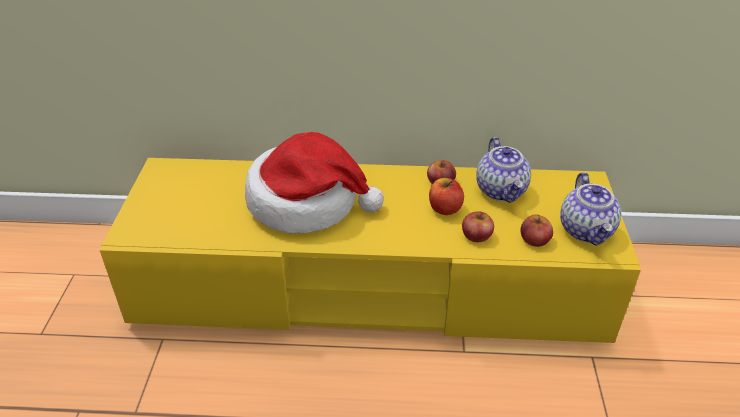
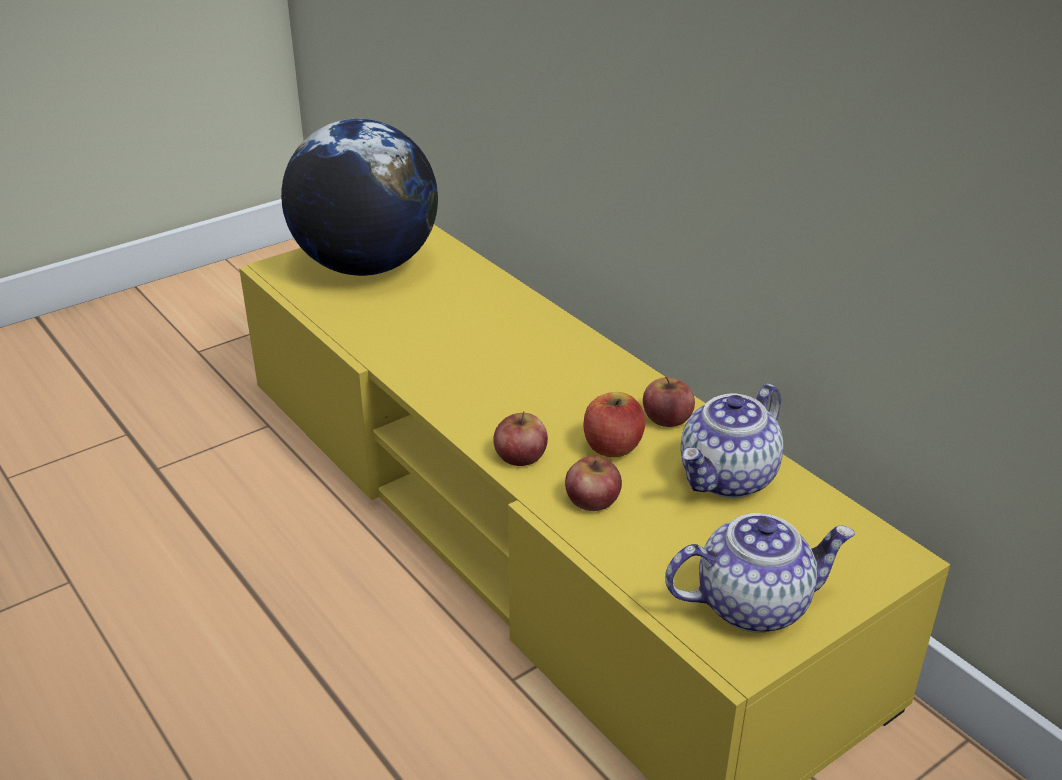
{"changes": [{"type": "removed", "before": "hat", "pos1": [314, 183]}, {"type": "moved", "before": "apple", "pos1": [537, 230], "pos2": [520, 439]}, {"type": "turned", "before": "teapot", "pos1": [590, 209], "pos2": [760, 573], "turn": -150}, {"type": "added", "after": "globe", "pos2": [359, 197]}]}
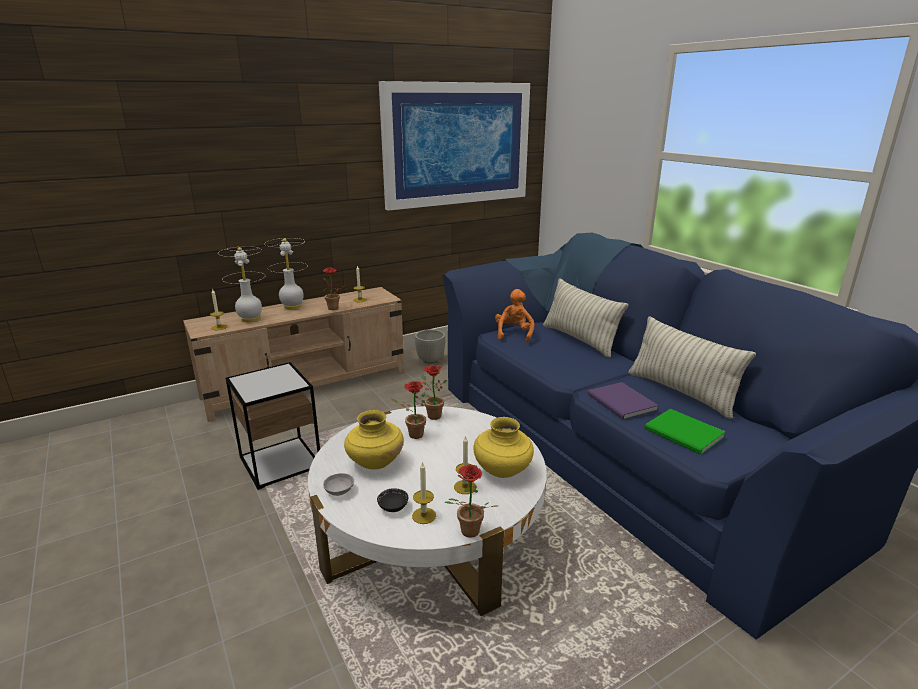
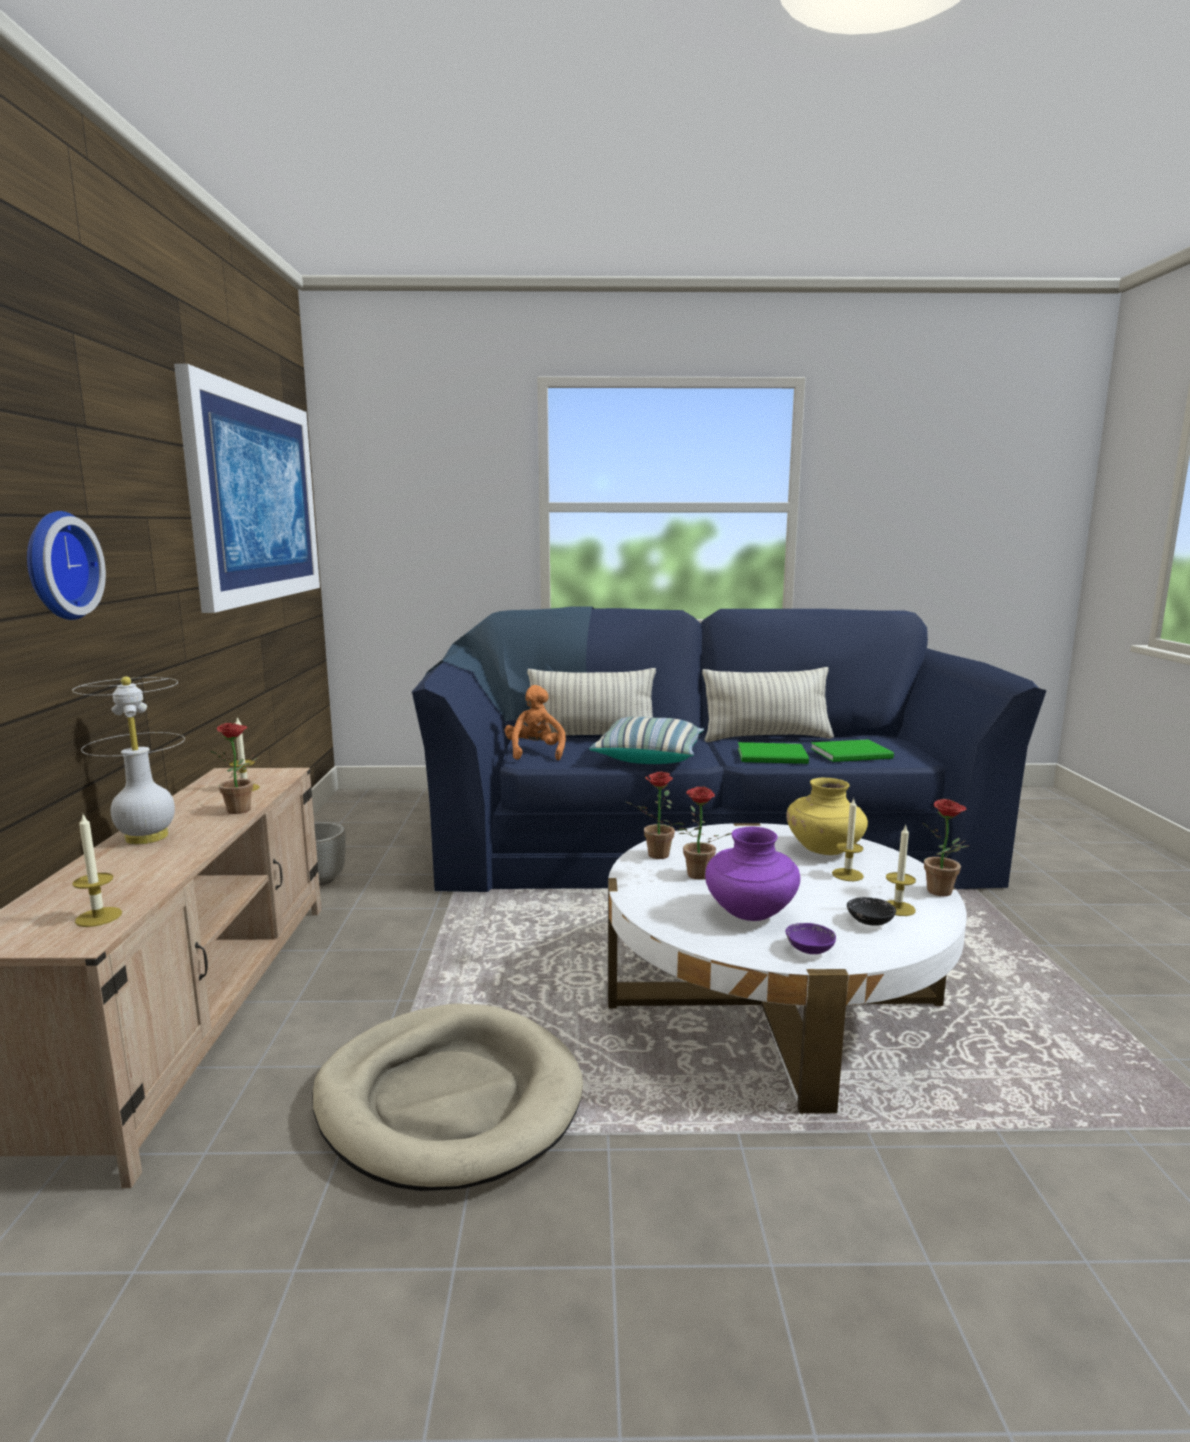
{"changes": [{"type": "removed", "before": "table lamp in white", "pos1": [241, 284]}, {"type": "replaced", "before": "side table", "after": "dog bed in beige", "pos1": [273, 426], "pos2": [447, 1097]}, {"type": "recoloured", "before": "bowl in grey", "after": "bowl in purple", "pos1": [338, 484], "pos2": [811, 938]}, {"type": "recoloured", "before": "vase in yellow", "after": "vase in purple", "pos1": [374, 440], "pos2": [752, 874]}, {"type": "turned", "before": "plush toy in orange", "pos1": [514, 316], "pos2": [535, 722], "turn": 45}, {"type": "recoloured", "before": "book in purple", "after": "book in green", "pos1": [623, 401], "pos2": [773, 753]}, {"type": "added", "after": "wall clock", "pos2": [66, 565]}, {"type": "added", "after": "pillow", "pos2": [646, 740]}]}
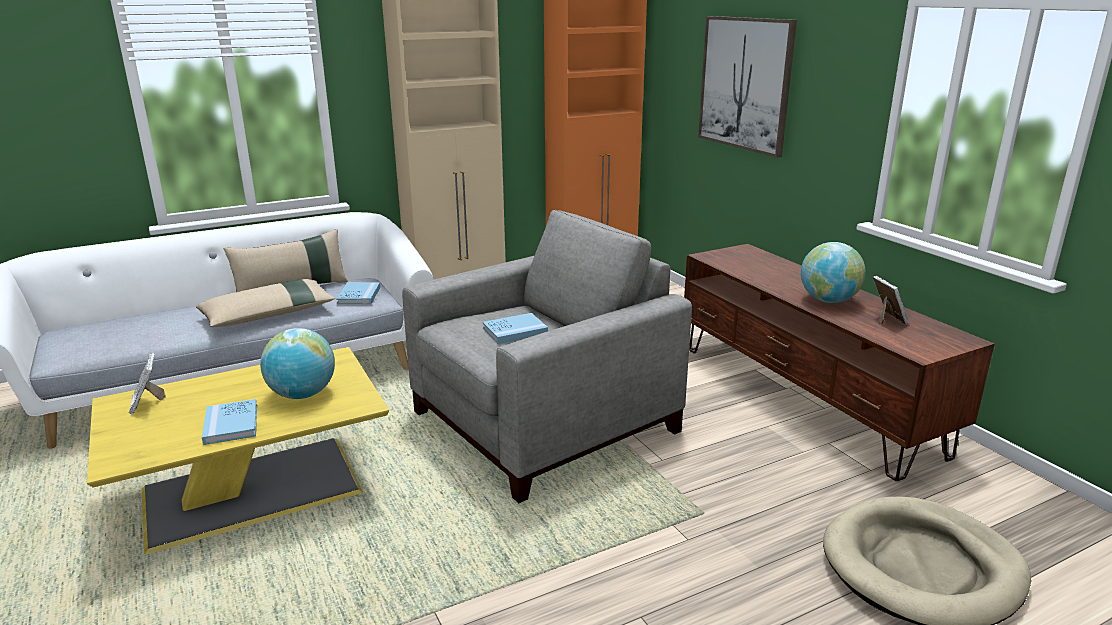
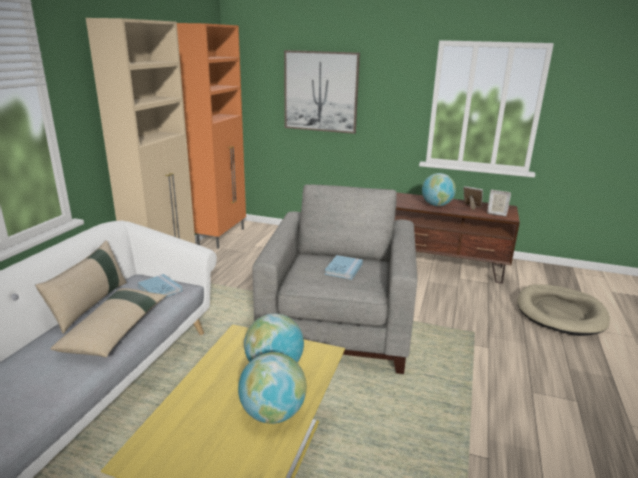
{"changes": [{"type": "moved", "before": "picture frame", "pos1": [147, 384], "pos2": [499, 203]}, {"type": "replaced", "before": "book in blue", "after": "globe", "pos1": [229, 422], "pos2": [272, 388]}]}
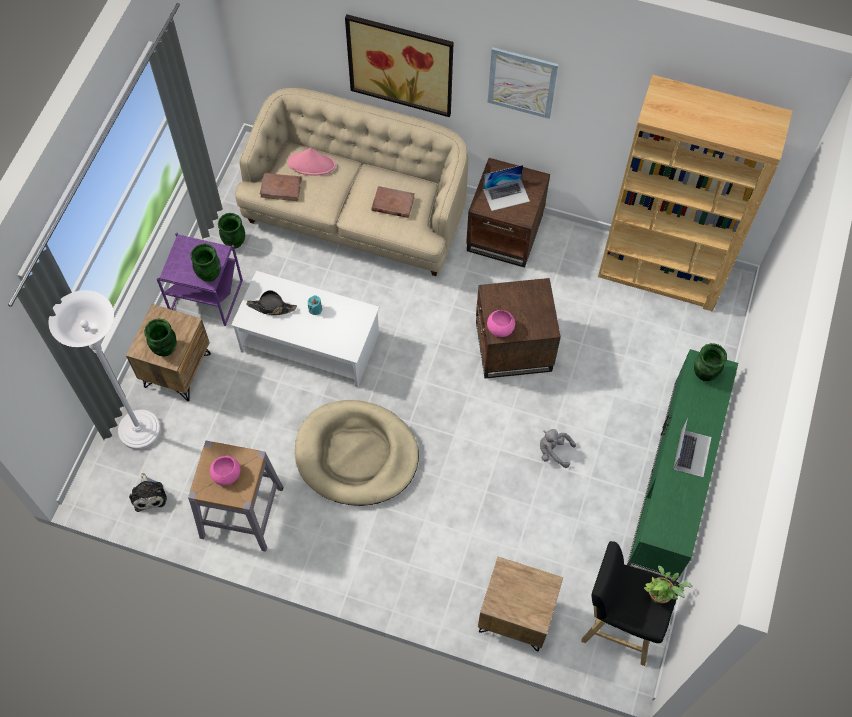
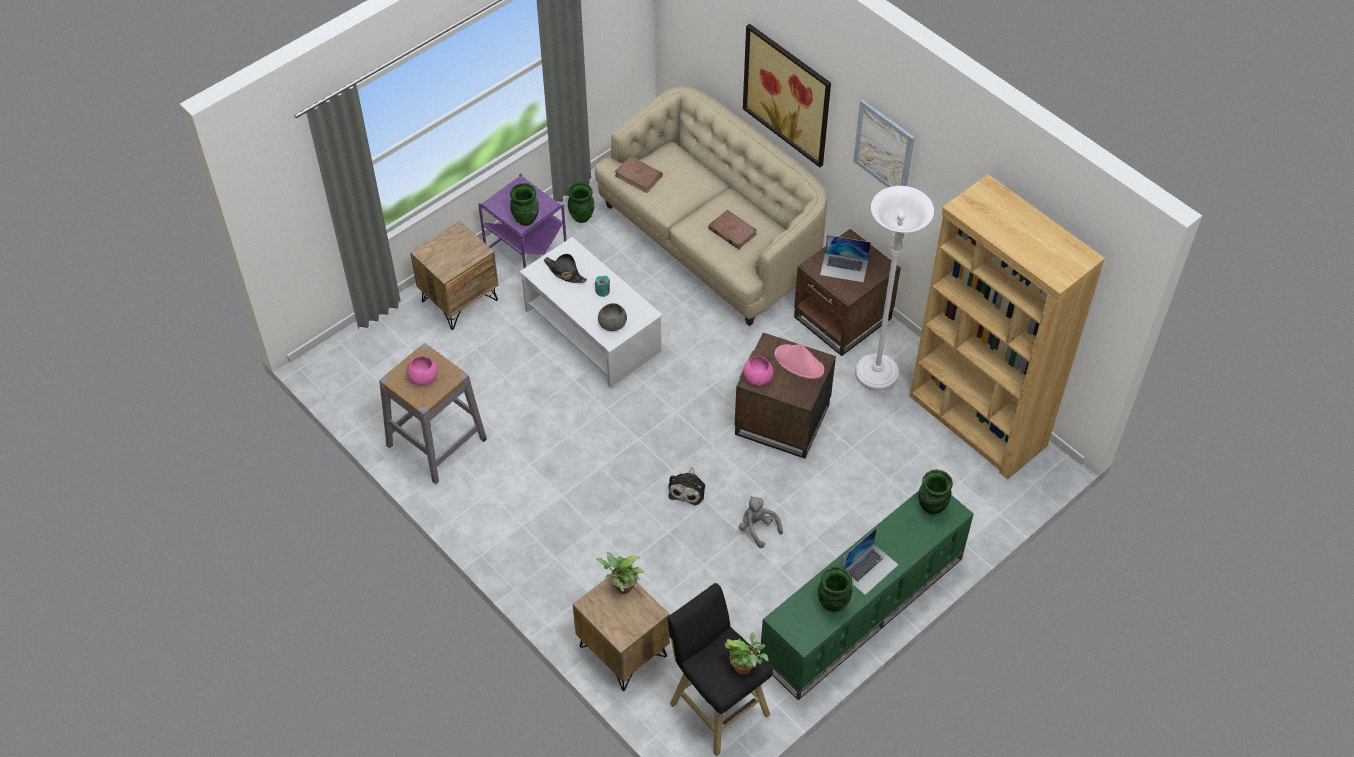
{"changes": [{"type": "moved", "before": "floor lamp in white", "pos1": [105, 369], "pos2": [894, 288]}, {"type": "moved", "before": "plush toy", "pos1": [148, 492], "pos2": [686, 486]}, {"type": "moved", "before": "vase in green", "pos1": [160, 337], "pos2": [835, 589]}, {"type": "moved", "before": "hat in pink", "pos1": [311, 161], "pos2": [799, 361]}, {"type": "removed", "before": "dog bed in beige", "pos1": [357, 453]}, {"type": "added", "after": "potted plant", "pos2": [620, 573]}, {"type": "added", "after": "bowl in grey", "pos2": [612, 317]}]}
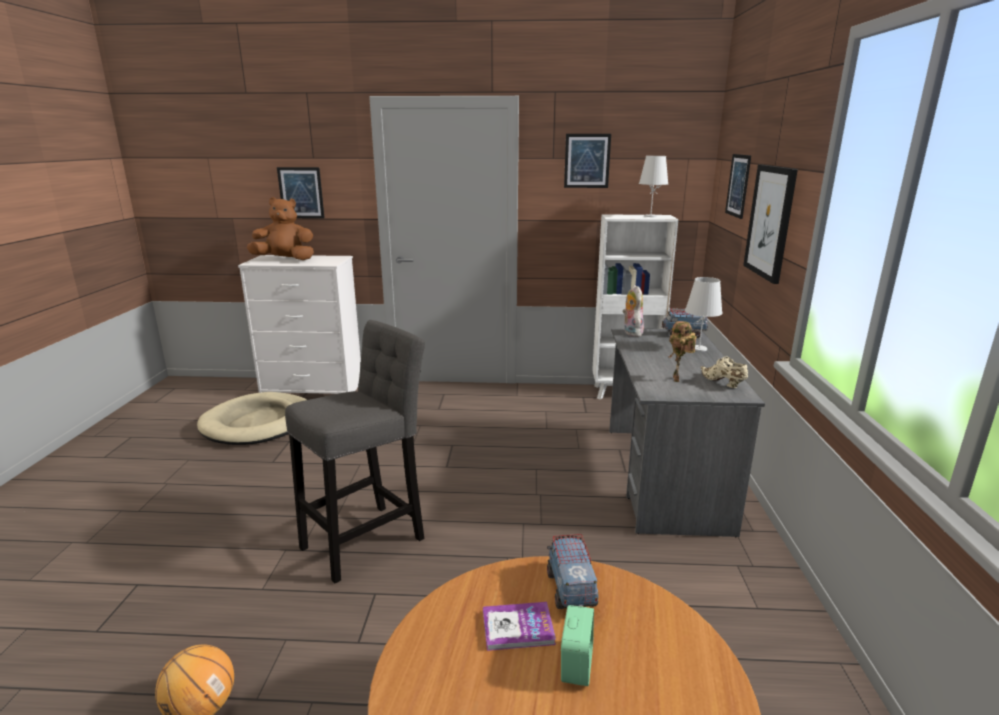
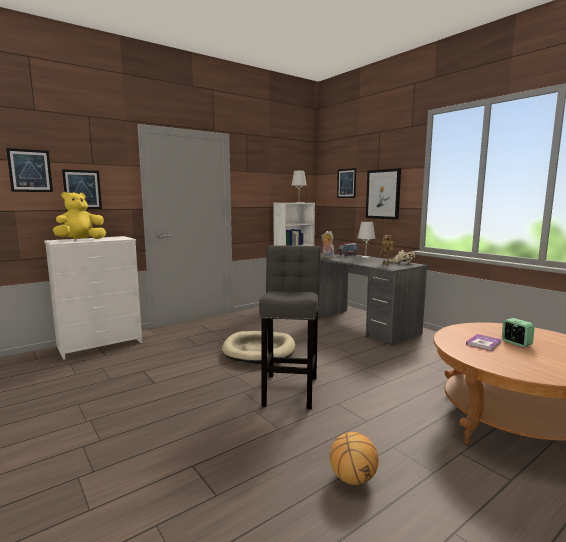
{"changes": [{"type": "moved", "before": "dog bed in beige", "pos1": [252, 418], "pos2": [258, 347]}, {"type": "recoloured", "before": "plush toy in brown", "after": "plush toy in yellow", "pos1": [280, 228], "pos2": [79, 215]}, {"type": "removed", "before": "toy truck", "pos1": [573, 571]}, {"type": "moved", "before": "picture", "pos1": [587, 161], "pos2": [29, 170]}]}
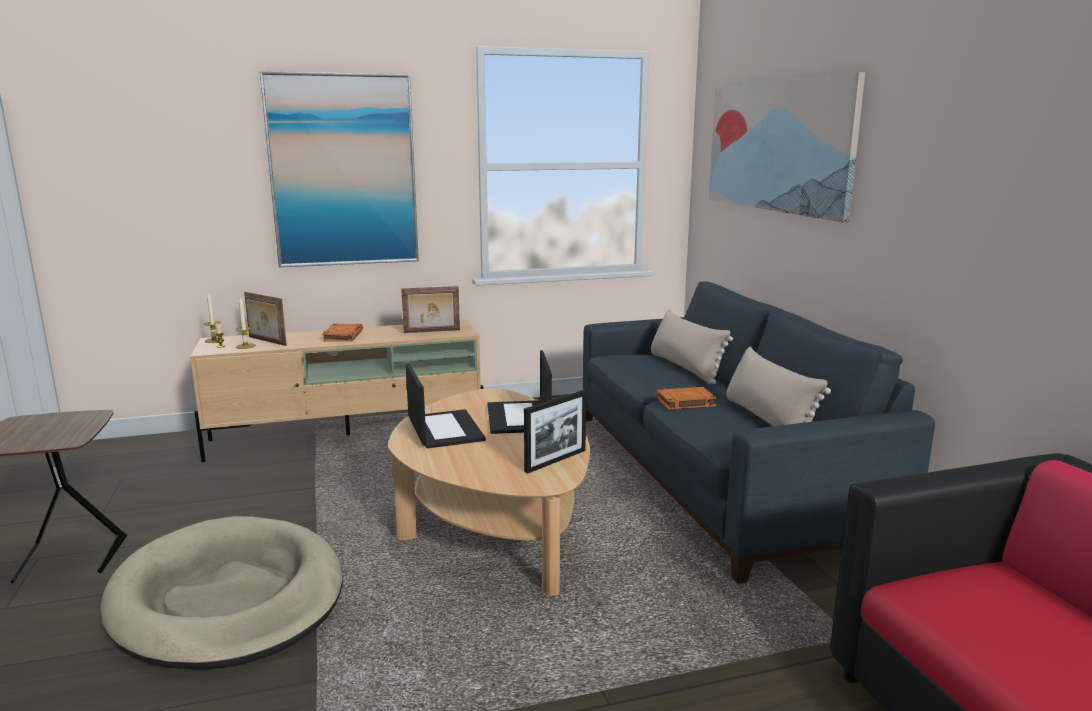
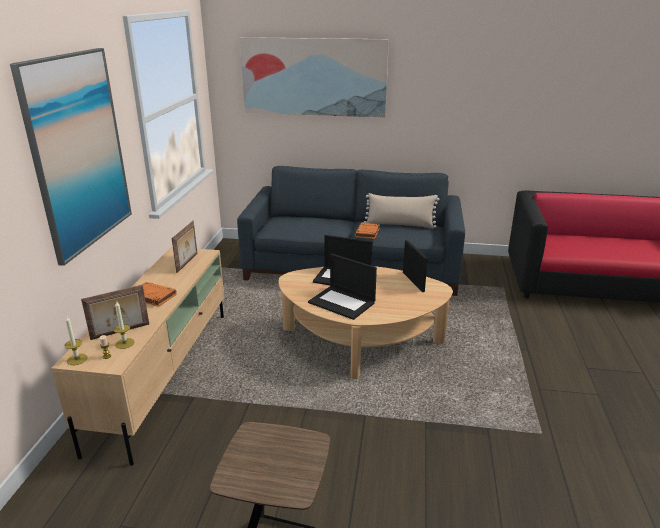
{"changes": [{"type": "removed", "before": "dog bed in beige", "pos1": [221, 593]}, {"type": "turned", "before": "laptop", "pos1": [446, 406], "pos2": [342, 287], "turn": -150}, {"type": "removed", "before": "pillow in beige", "pos1": [692, 346]}]}
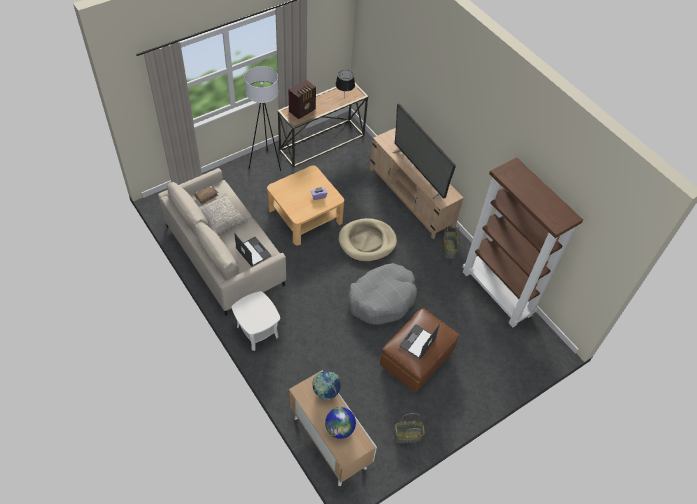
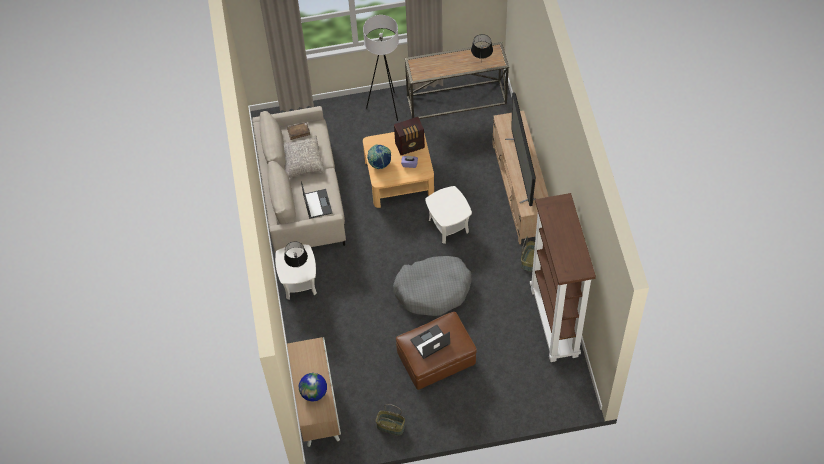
{"changes": [{"type": "moved", "before": "radio", "pos1": [302, 99], "pos2": [409, 136]}, {"type": "moved", "before": "globe", "pos1": [326, 385], "pos2": [379, 156]}, {"type": "replaced", "before": "dog bed in beige", "after": "side table in white", "pos1": [367, 240], "pos2": [448, 215]}, {"type": "added", "after": "table lamp in black", "pos2": [296, 254]}]}
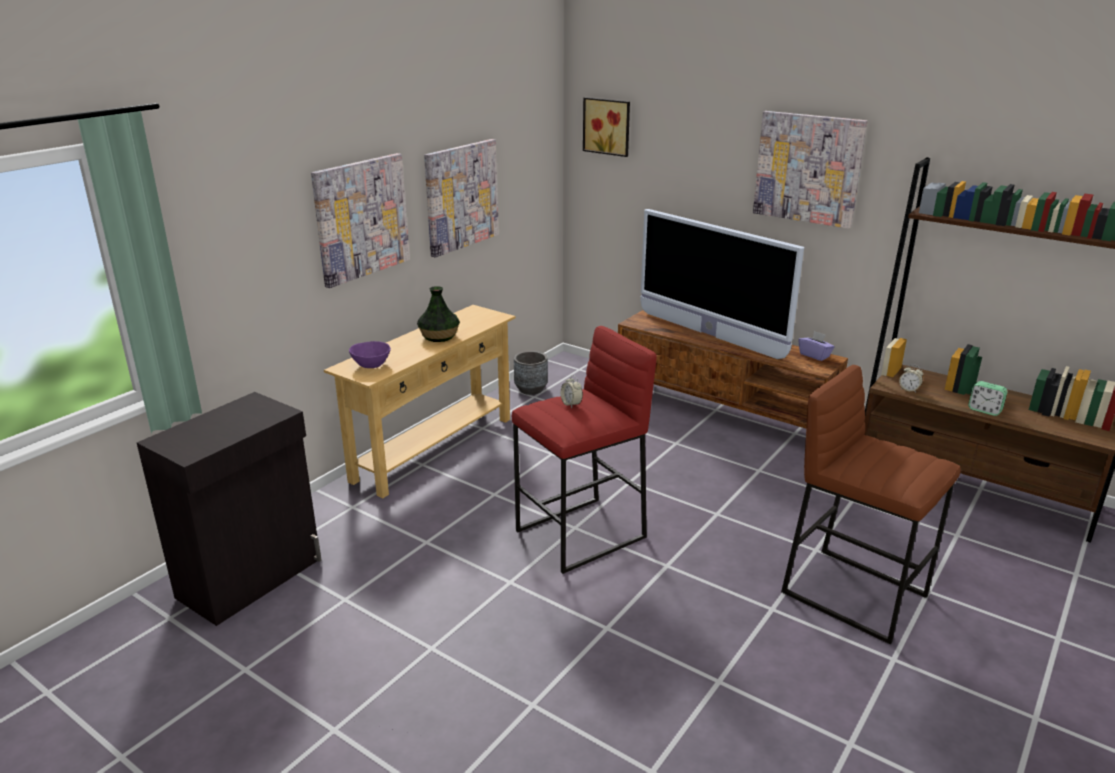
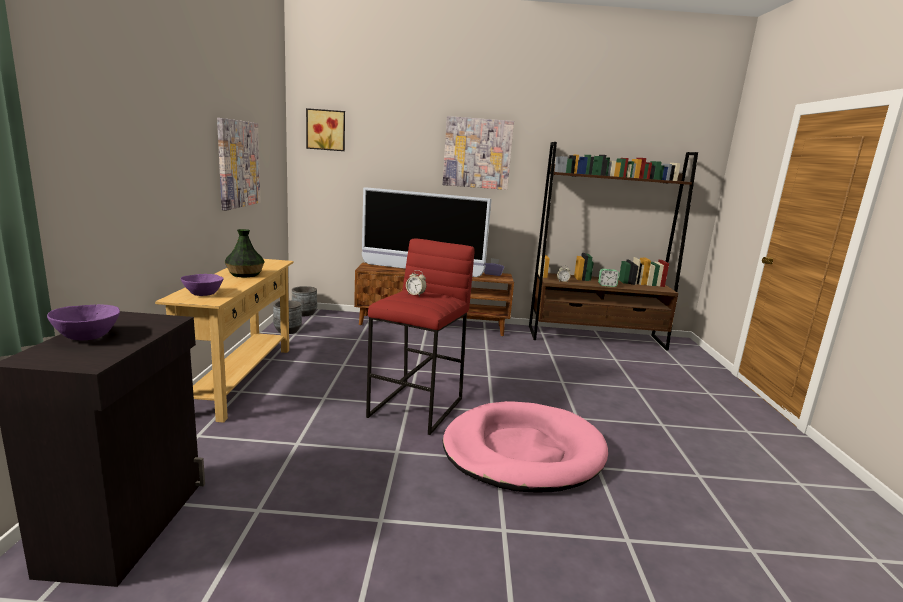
{"changes": [{"type": "removed", "before": "picture", "pos1": [360, 220]}, {"type": "removed", "before": "stool in brown", "pos1": [871, 505]}, {"type": "added", "after": "bowl in purple", "pos2": [83, 322]}, {"type": "added", "after": "planter in grey", "pos2": [304, 301]}, {"type": "added", "after": "dog bed in pink", "pos2": [525, 446]}]}
